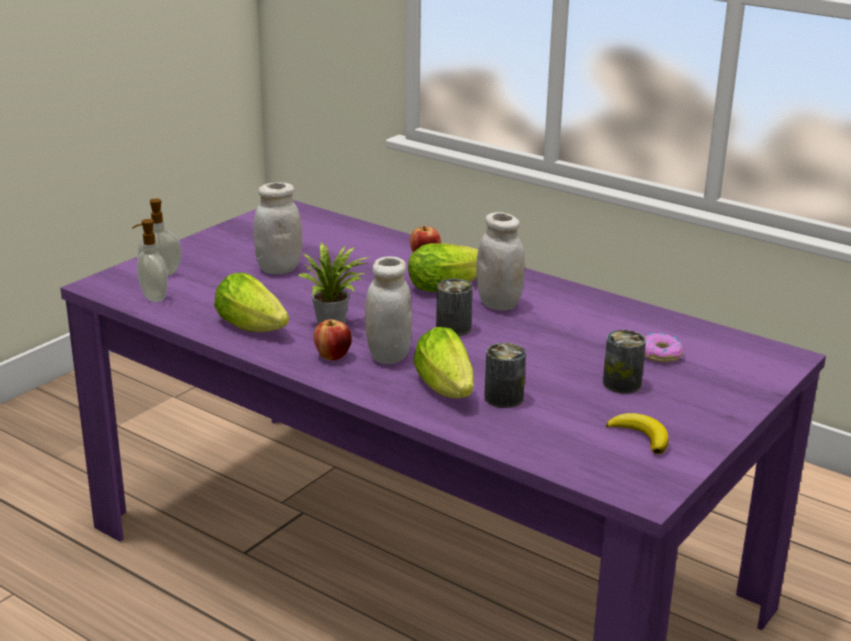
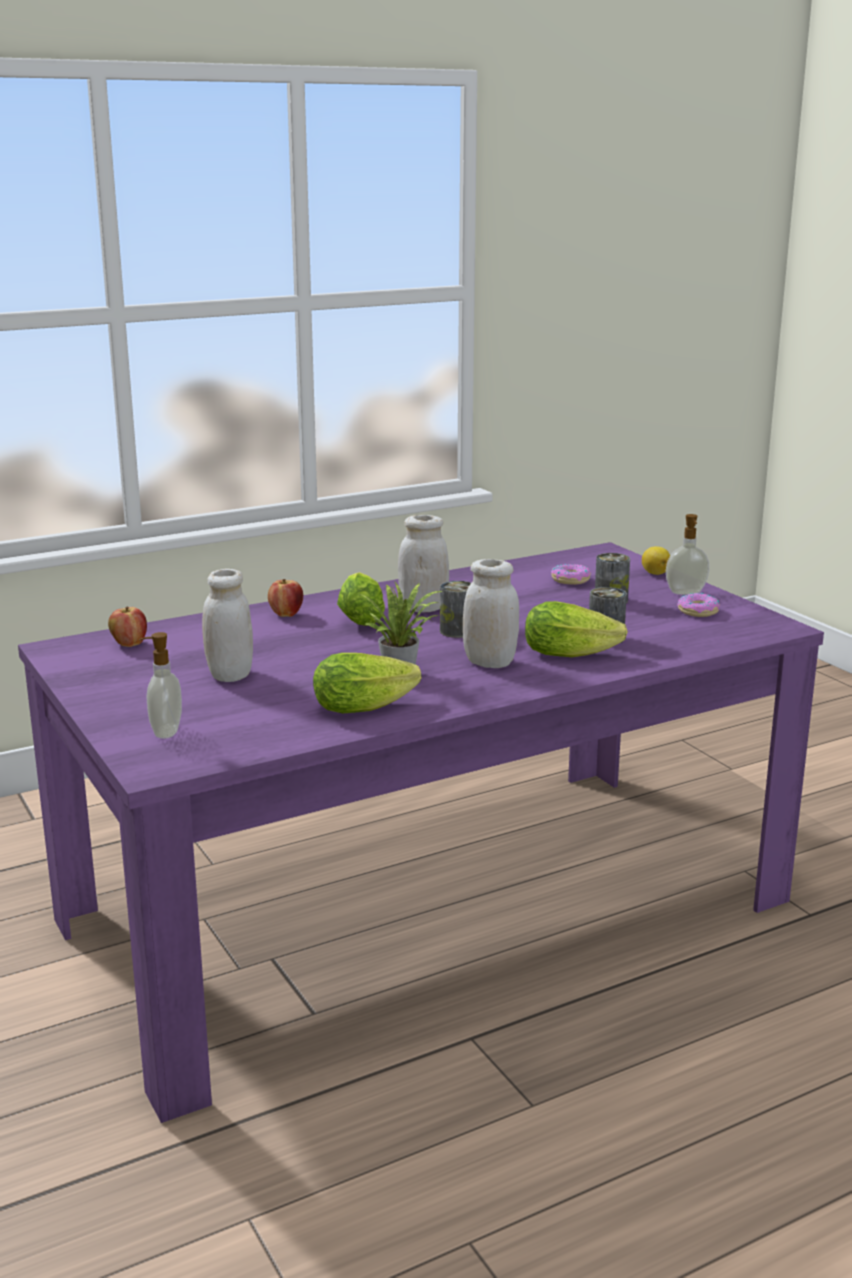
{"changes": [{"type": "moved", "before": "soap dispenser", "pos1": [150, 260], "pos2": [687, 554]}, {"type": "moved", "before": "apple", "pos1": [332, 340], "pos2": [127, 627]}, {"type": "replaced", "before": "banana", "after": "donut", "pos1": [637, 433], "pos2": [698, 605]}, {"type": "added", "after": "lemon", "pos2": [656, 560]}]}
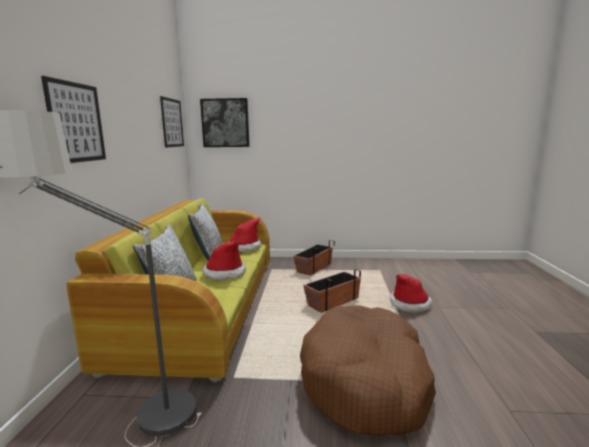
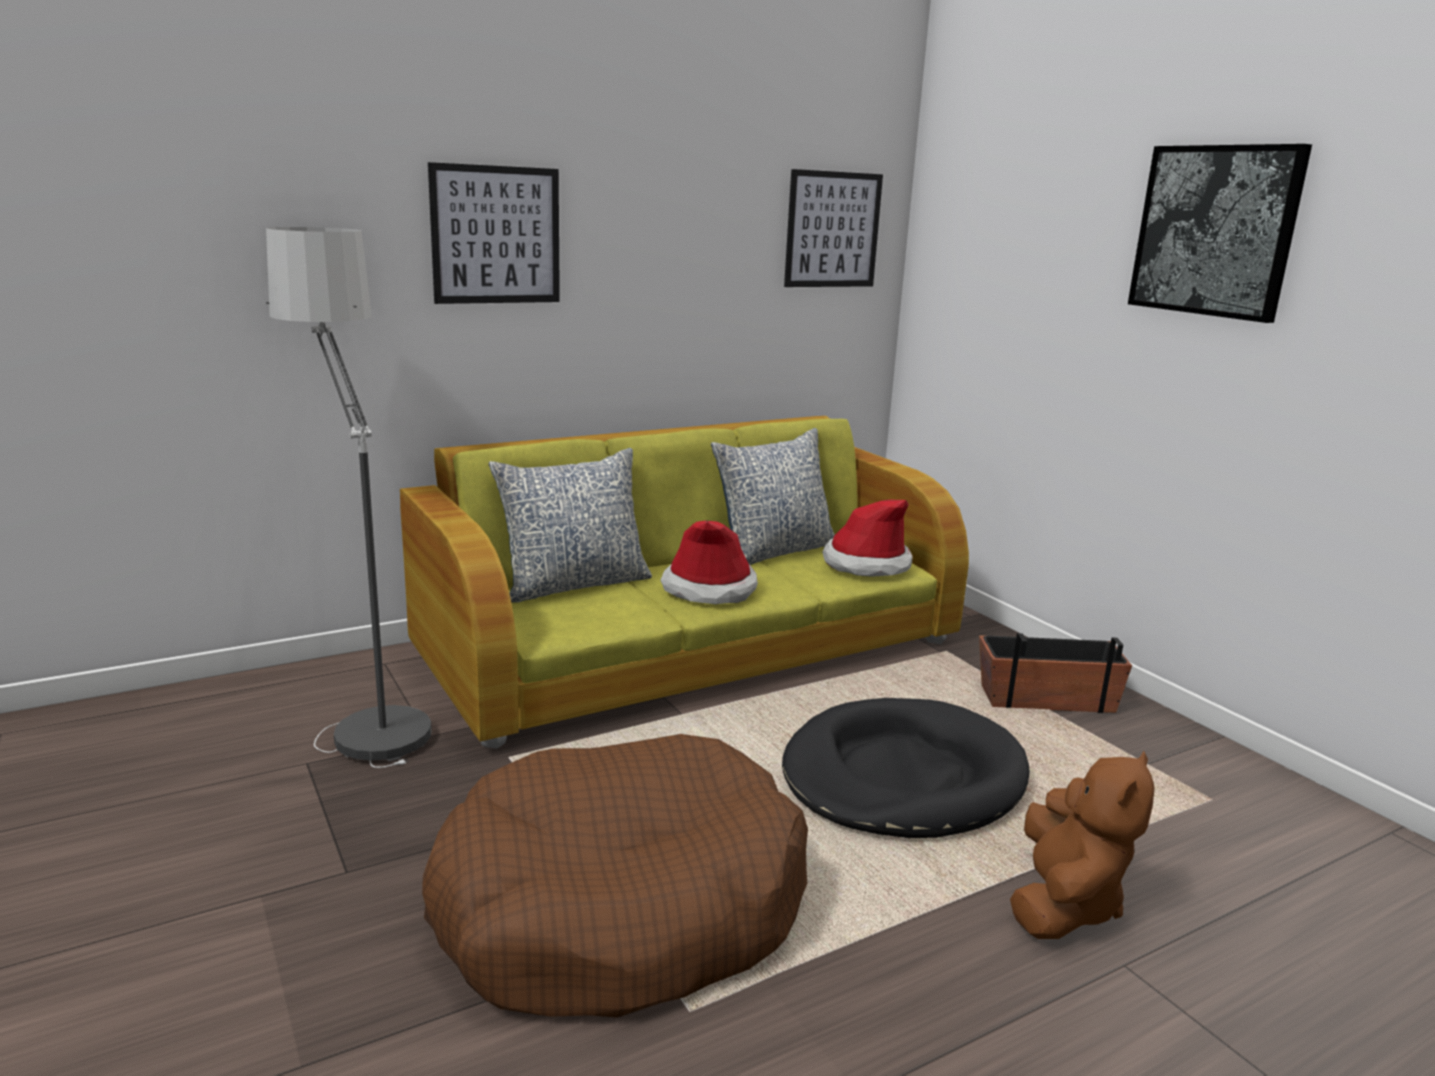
{"changes": [{"type": "moved", "before": "picture", "pos1": [225, 122], "pos2": [1220, 233]}, {"type": "replaced", "before": "planter", "after": "dog bed in black", "pos1": [332, 291], "pos2": [906, 768]}, {"type": "replaced", "before": "hat", "after": "plush toy in brown", "pos1": [411, 293], "pos2": [1082, 845]}]}
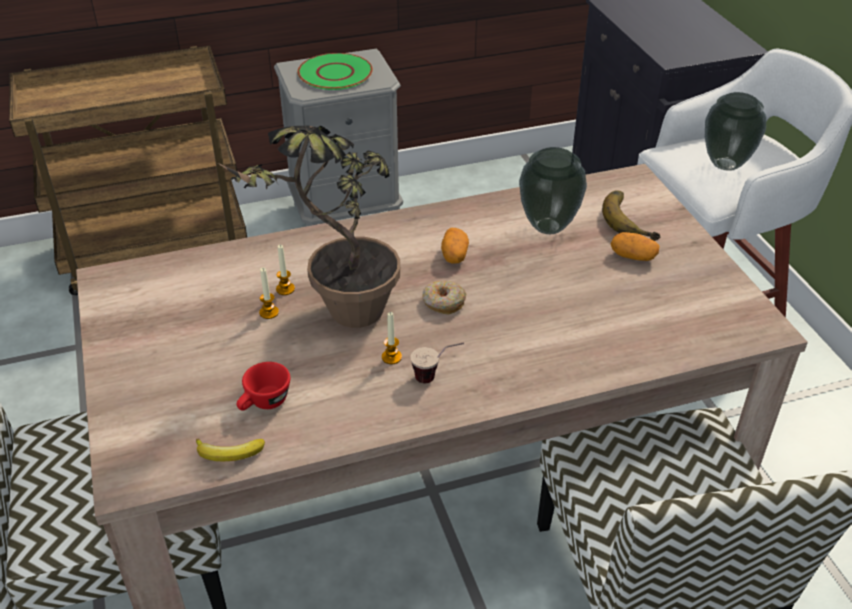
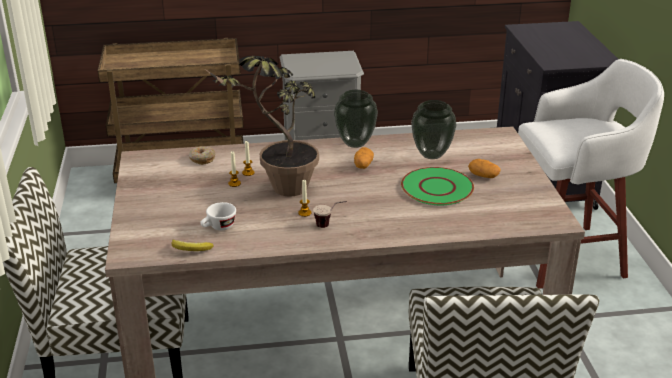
{"changes": [{"type": "recoloured", "before": "cup in red", "after": "cup in white", "pos1": [263, 386], "pos2": [218, 216]}, {"type": "moved", "before": "plate in green", "pos1": [335, 71], "pos2": [437, 186]}, {"type": "moved", "before": "donut", "pos1": [444, 298], "pos2": [202, 155]}, {"type": "removed", "before": "banana", "pos1": [631, 215]}, {"type": "moved", "before": "vase", "pos1": [735, 131], "pos2": [356, 119]}]}
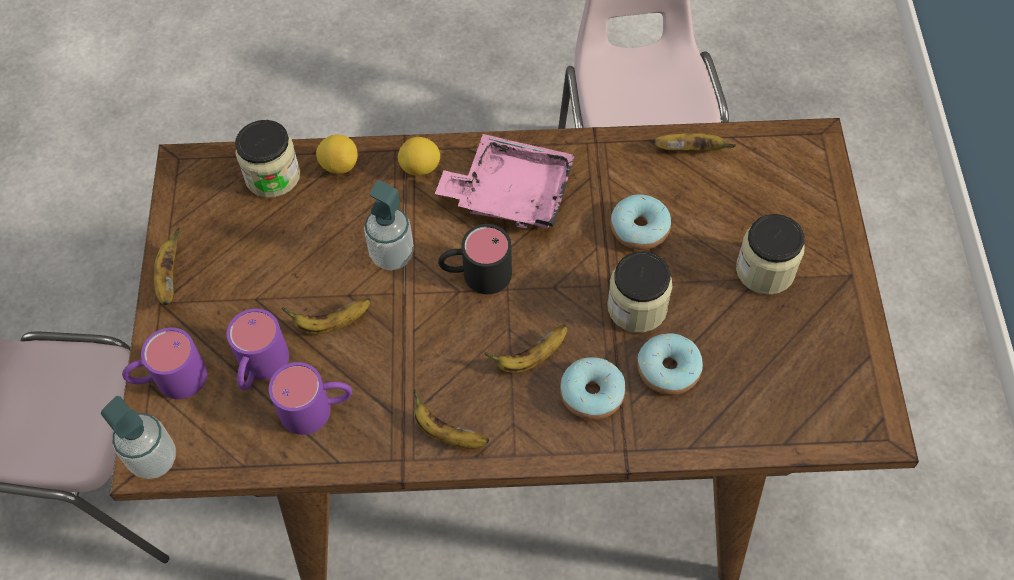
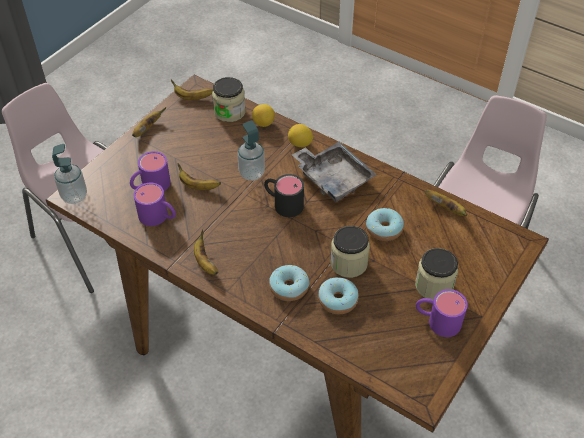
{"changes": [{"type": "moved", "before": "mug in purple", "pos1": [164, 363], "pos2": [442, 313]}, {"type": "recoloured", "before": "tray in pink", "after": "tray in grey", "pos1": [505, 181], "pos2": [334, 172]}, {"type": "moved", "before": "banana", "pos1": [526, 349], "pos2": [192, 90]}]}
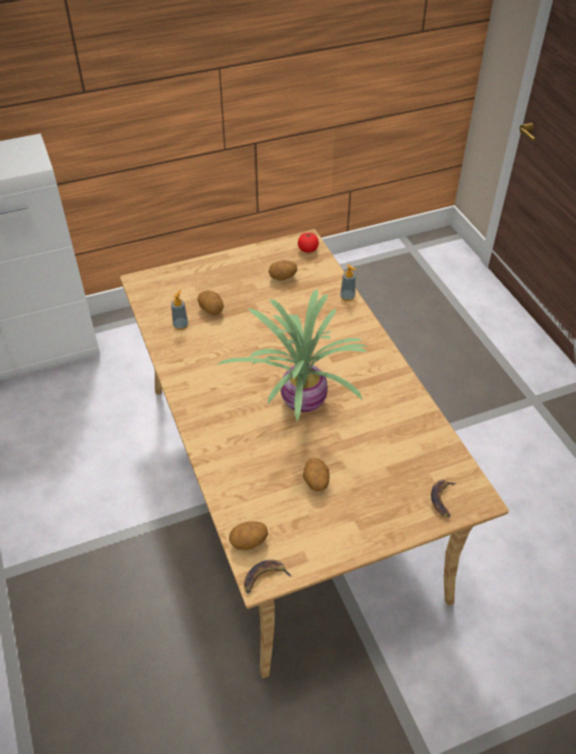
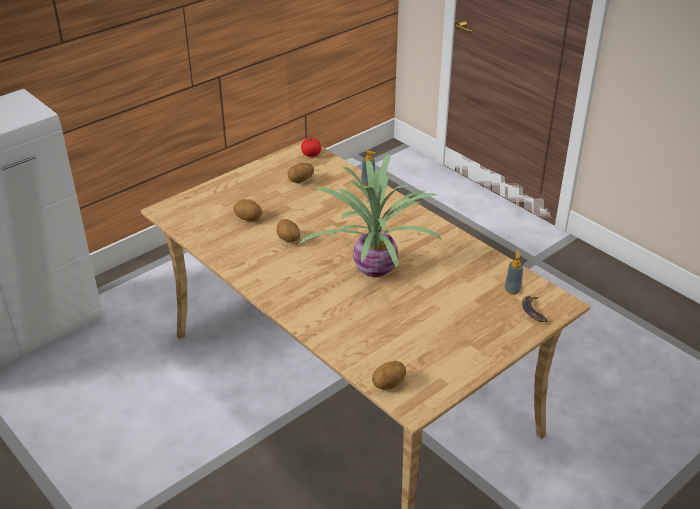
{"changes": [{"type": "moved", "before": "soap dispenser", "pos1": [179, 310], "pos2": [513, 272]}, {"type": "removed", "before": "banana", "pos1": [268, 577]}, {"type": "moved", "before": "potato", "pos1": [316, 474], "pos2": [288, 231]}]}
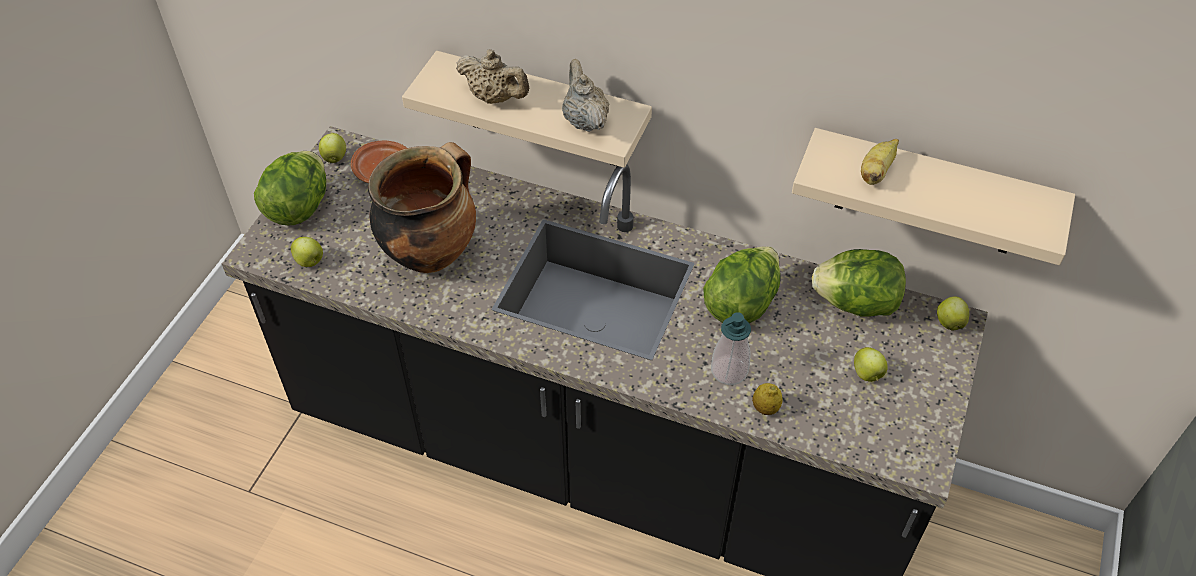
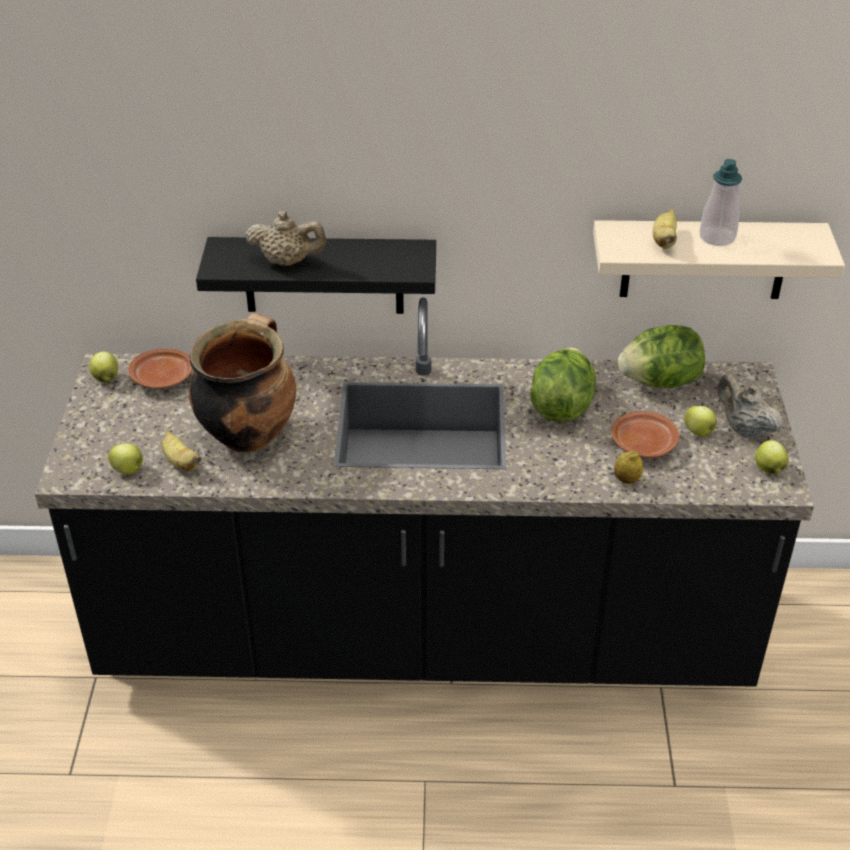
{"changes": [{"type": "removed", "before": "lettuce", "pos1": [290, 188]}, {"type": "recoloured", "before": "shelf in beige", "after": "shelf in black", "pos1": [527, 109], "pos2": [316, 275]}, {"type": "moved", "before": "teapot in beige", "pos1": [585, 95], "pos2": [750, 405]}, {"type": "moved", "before": "soap dispenser", "pos1": [731, 348], "pos2": [721, 202]}, {"type": "moved", "before": "apple", "pos1": [953, 313], "pos2": [772, 457]}, {"type": "added", "after": "banana", "pos2": [181, 451]}, {"type": "added", "after": "plate in brown", "pos2": [645, 434]}]}
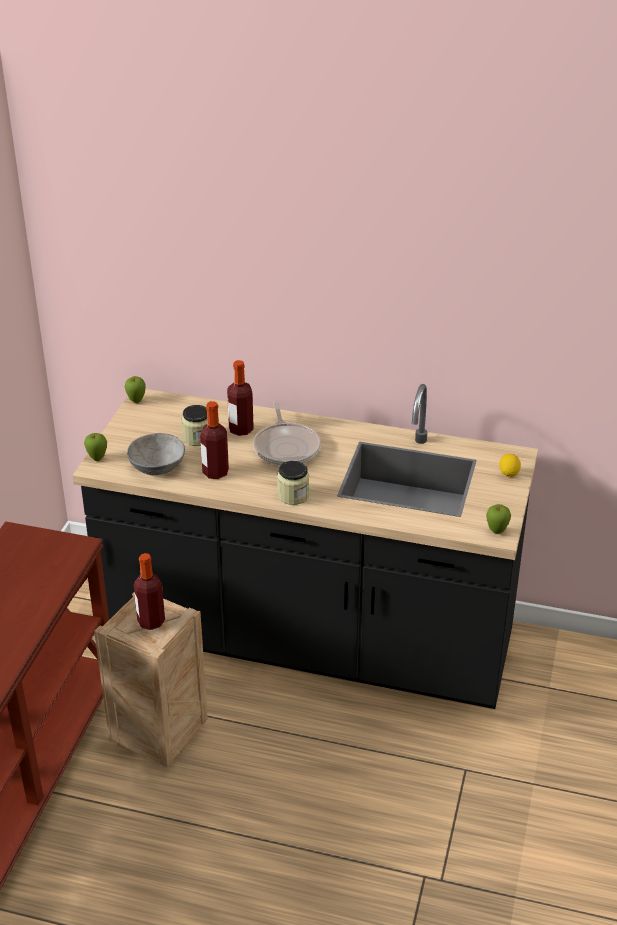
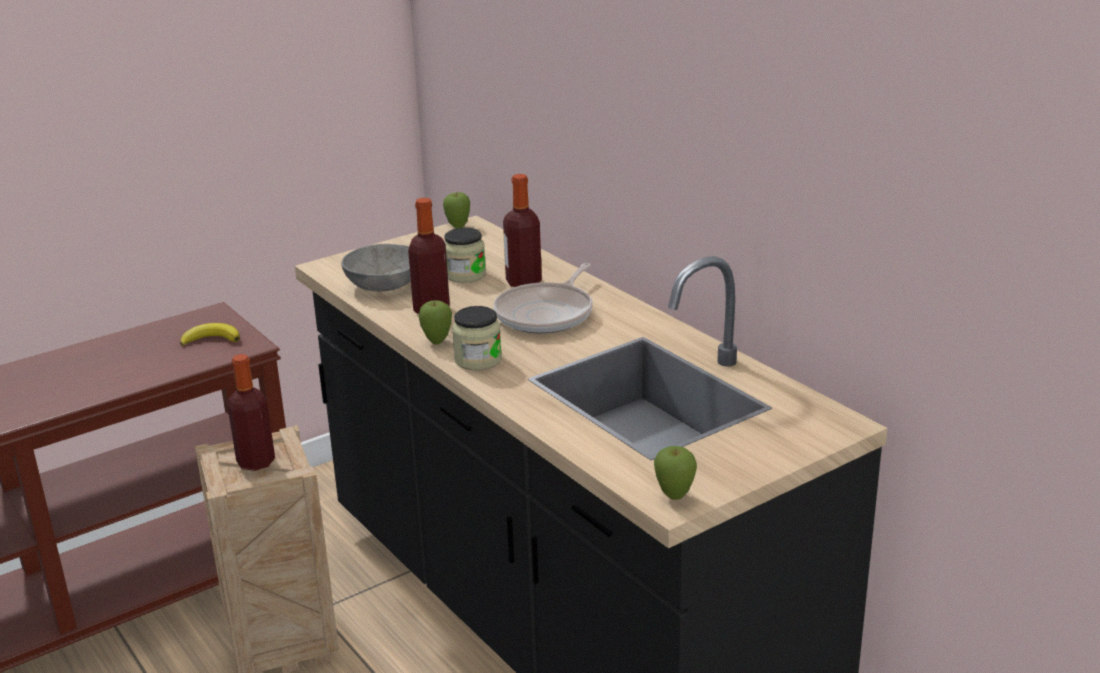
{"changes": [{"type": "moved", "before": "apple", "pos1": [95, 447], "pos2": [435, 322]}, {"type": "removed", "before": "lemon", "pos1": [510, 465]}, {"type": "added", "after": "banana", "pos2": [210, 334]}]}
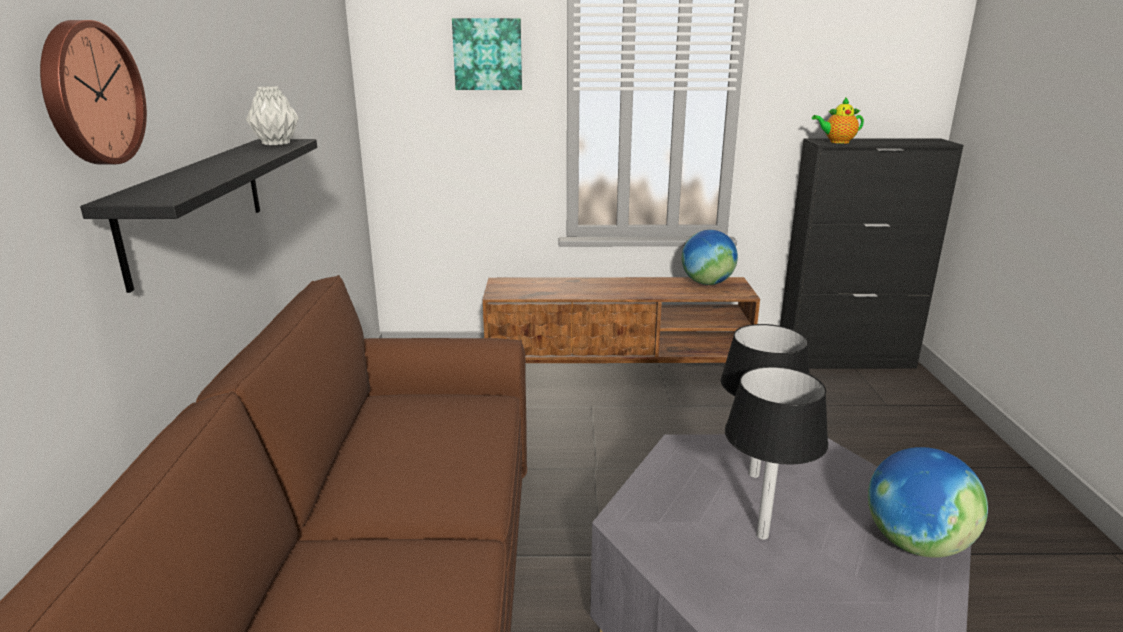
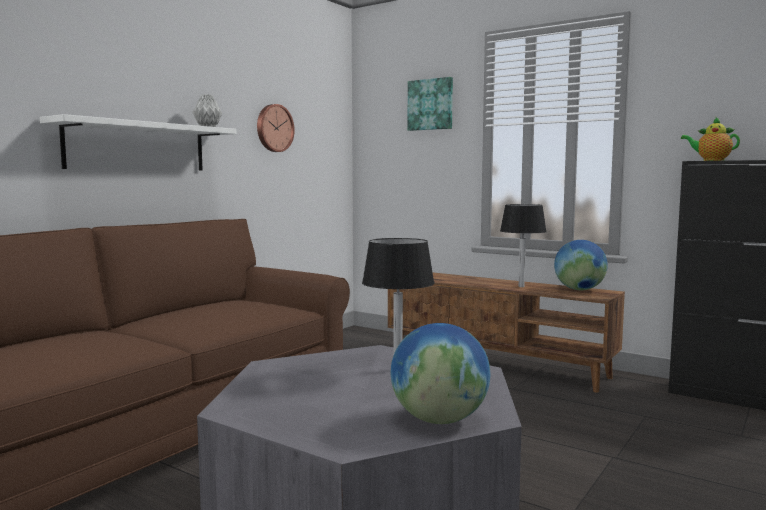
{"changes": [{"type": "moved", "before": "wall clock", "pos1": [93, 92], "pos2": [276, 128]}, {"type": "recoloured", "before": "shelf in black", "after": "shelf in white", "pos1": [198, 216], "pos2": [138, 142]}, {"type": "moved", "before": "table lamp in black", "pos1": [776, 453], "pos2": [523, 245]}]}
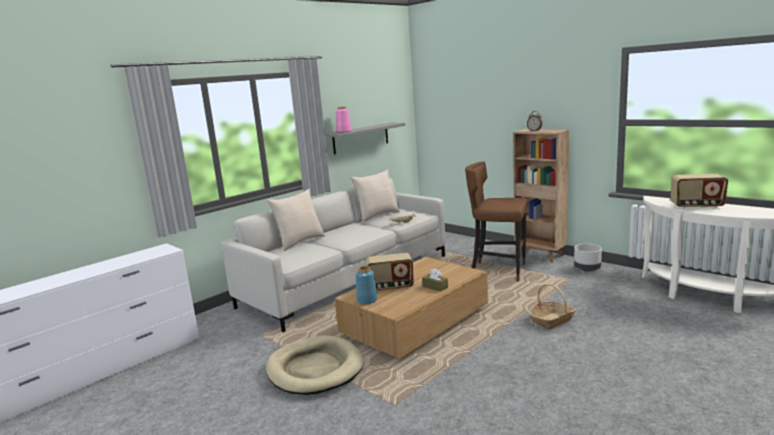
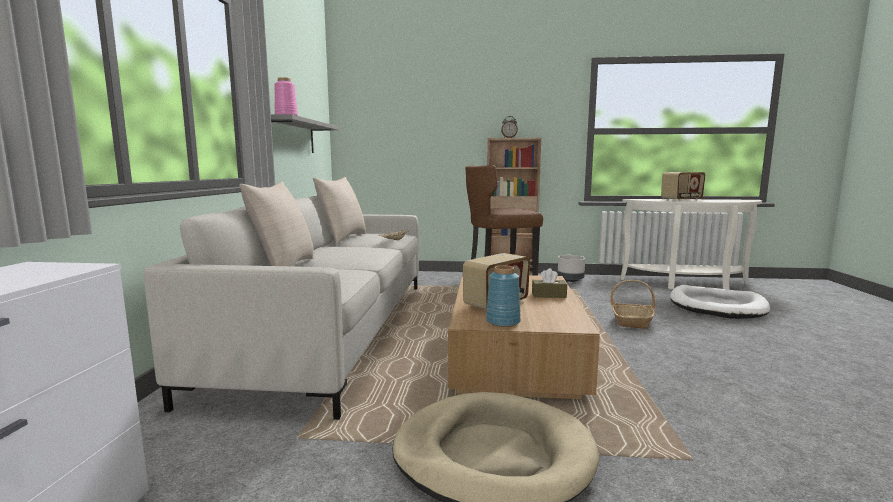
{"changes": [{"type": "added", "after": "dog bed in white", "pos2": [720, 302]}]}
